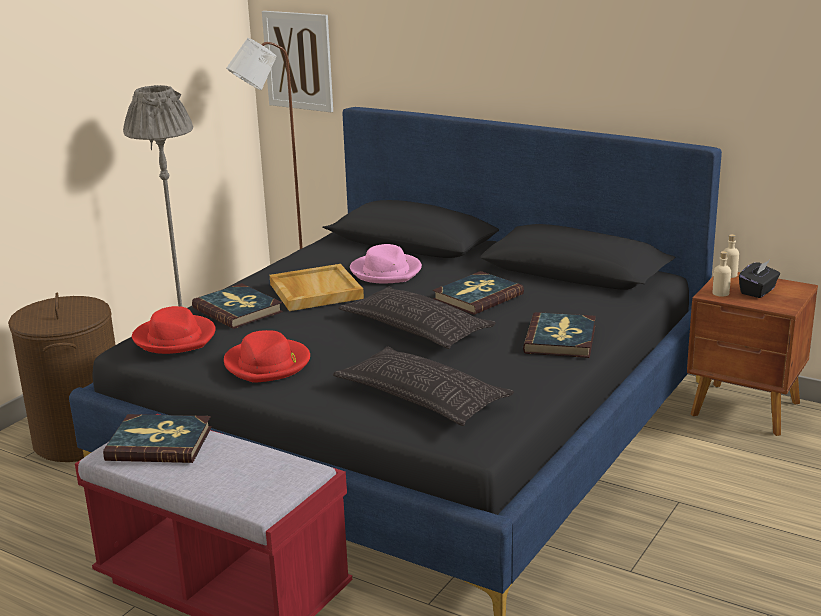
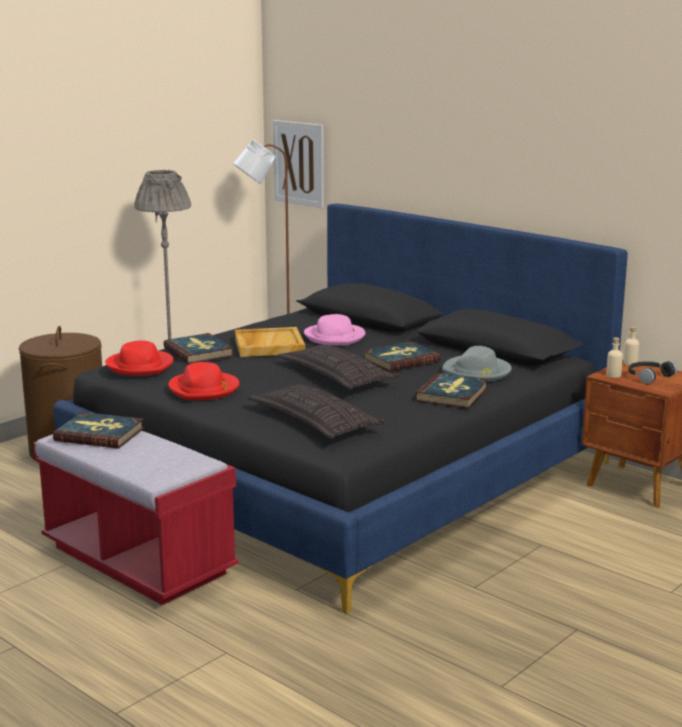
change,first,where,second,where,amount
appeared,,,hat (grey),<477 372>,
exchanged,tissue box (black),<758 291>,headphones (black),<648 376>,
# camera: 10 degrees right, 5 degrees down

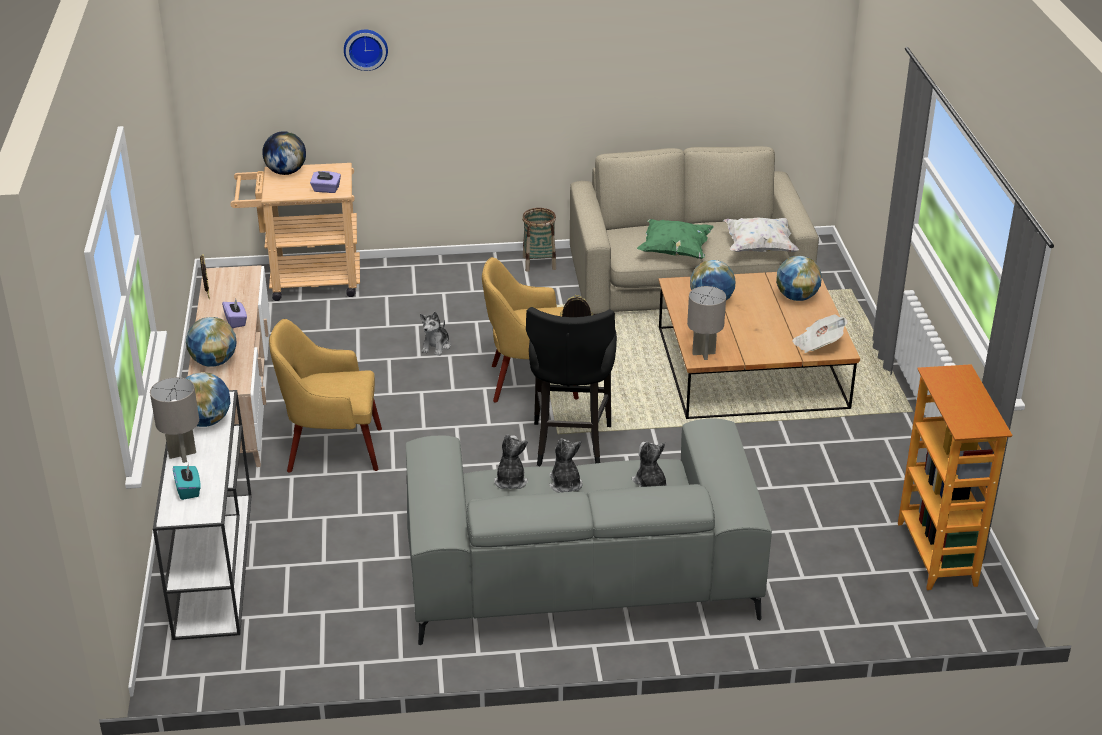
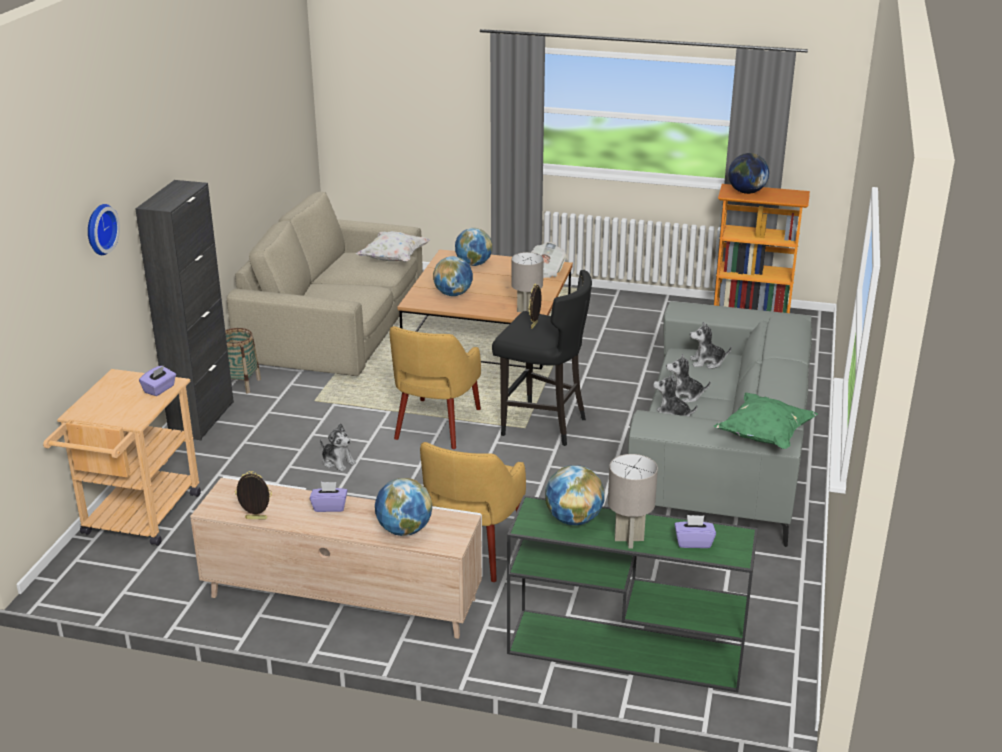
change,first,where,second,where,amount
appeared,,,cabinet (black),<202 418>,
colour,console table (white),<213 562>,console table (green),<623 650>,
colour,tissue box (turquoise),<188 490>,tissue box (purple),<693 542>,
relocated,pillow (green),<674 251>,,<764 436>,
relocated,globe,<286 172>,,<746 192>,
# camera: 70 degrees left, 5 degrees down

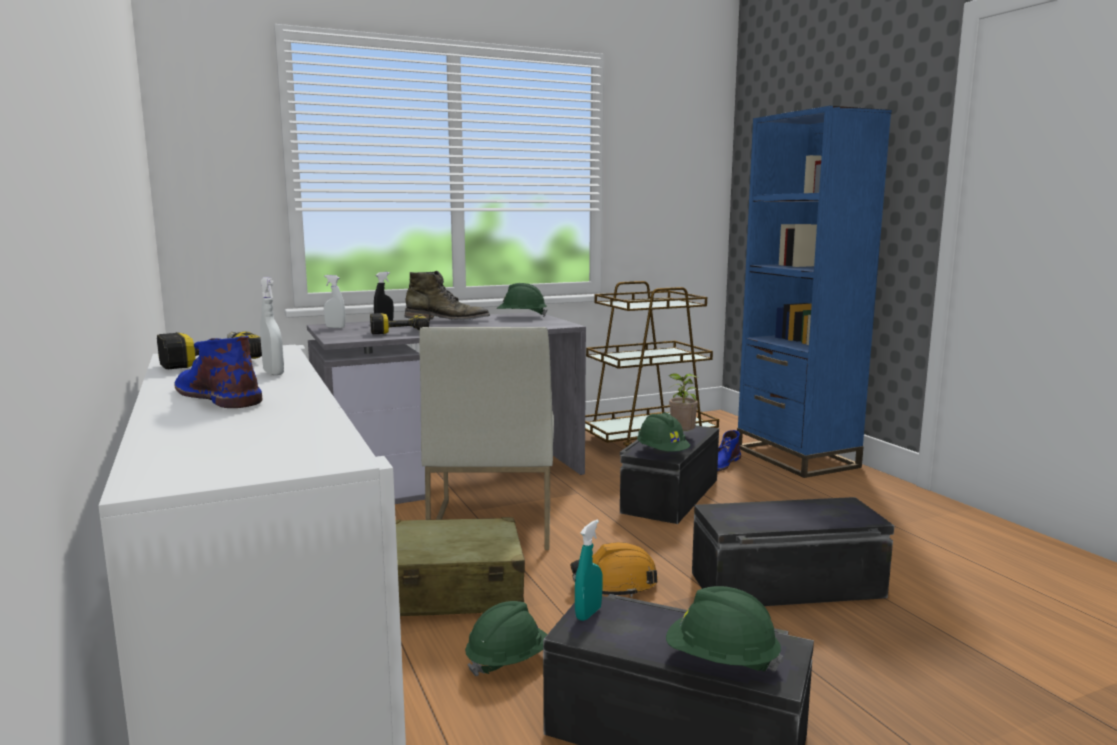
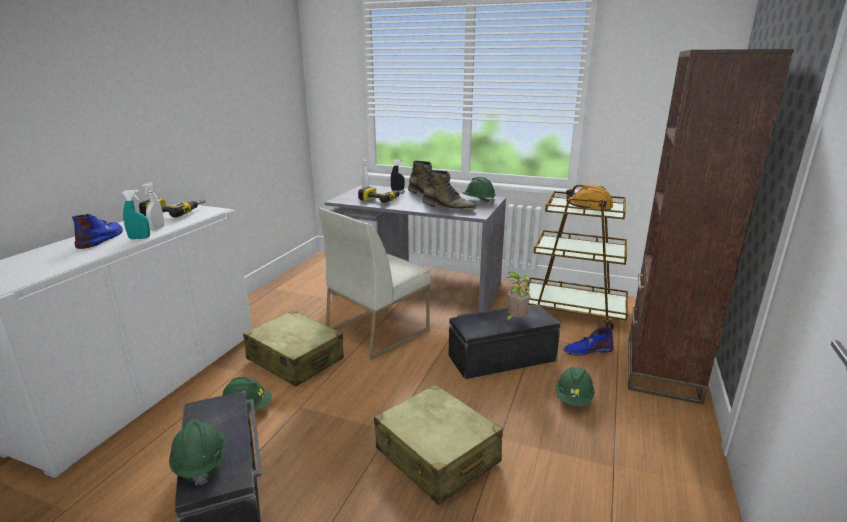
change,first,where,second,where,amount
relocated,spray bottle (turquoise),<588 613>,,<139 238>,
exchanged,storage box (black),<787 586>,suitcase (beige),<437 456>,
appeared,,,boot (green),<448 208>,
relocated,hard hat (green),<662 453>,,<573 398>,
relocated,hard hat (orange),<615 584>,,<588 207>,
colour,bookcase (blue),<796 457>,bookcase (brown),<661 370>,
# camera: 45 degrees right, 10 degrees up

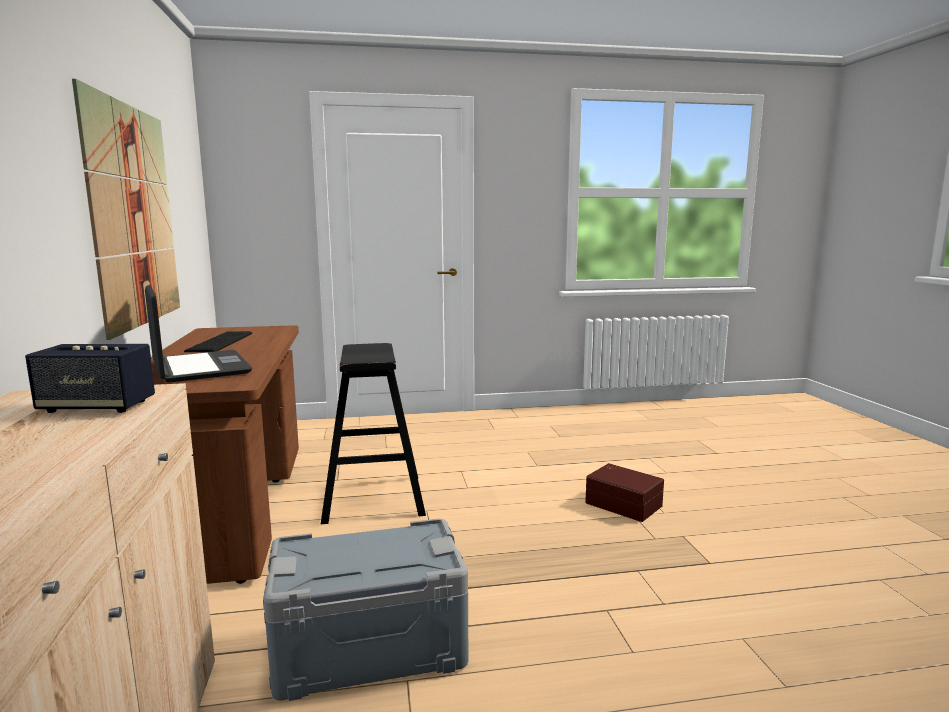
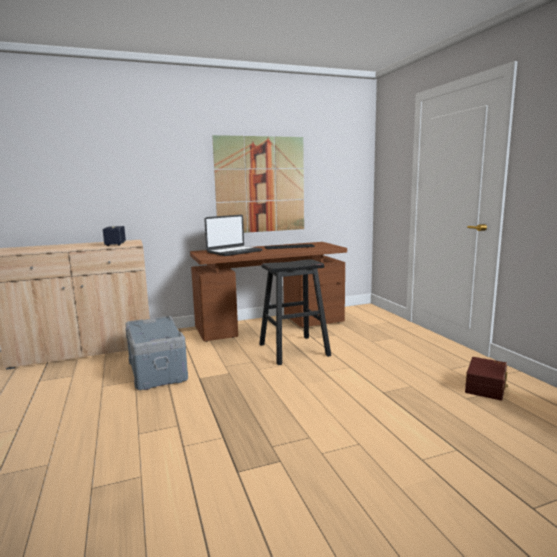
change,first,where,second,where,amount
relocated,storage box (brown),<624 503>,,<487 387>,
# camera: 80 degrees right, 0 degrees up

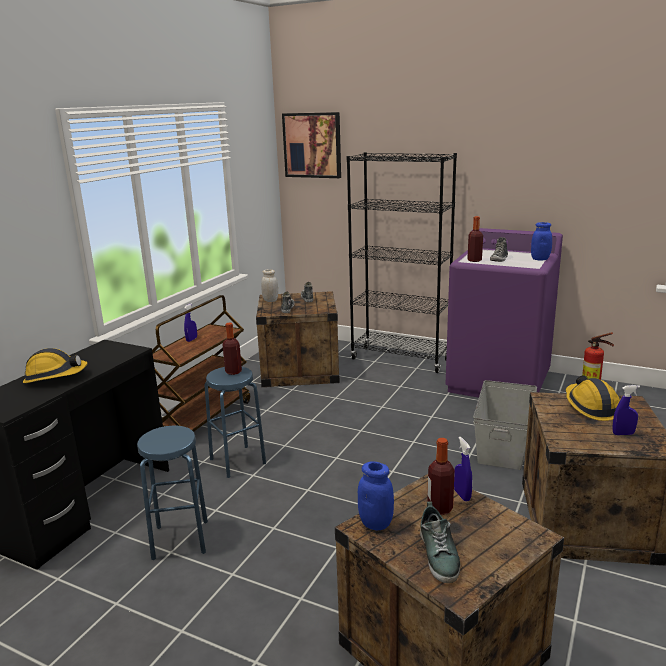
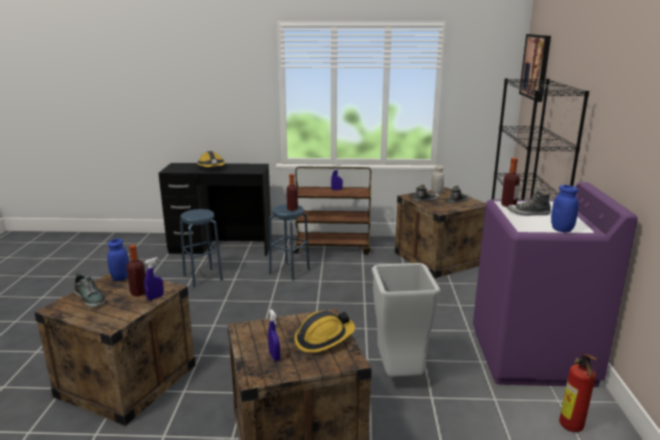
change,first,where,second,where,amount
spun,shoe,<439 554>,,<90 298>,105 degrees counterclockwise
exchanged,storage box (grey),<504 444>,trash can (grey),<399 374>,
# camera: 65 degrees right, 0 degrees up

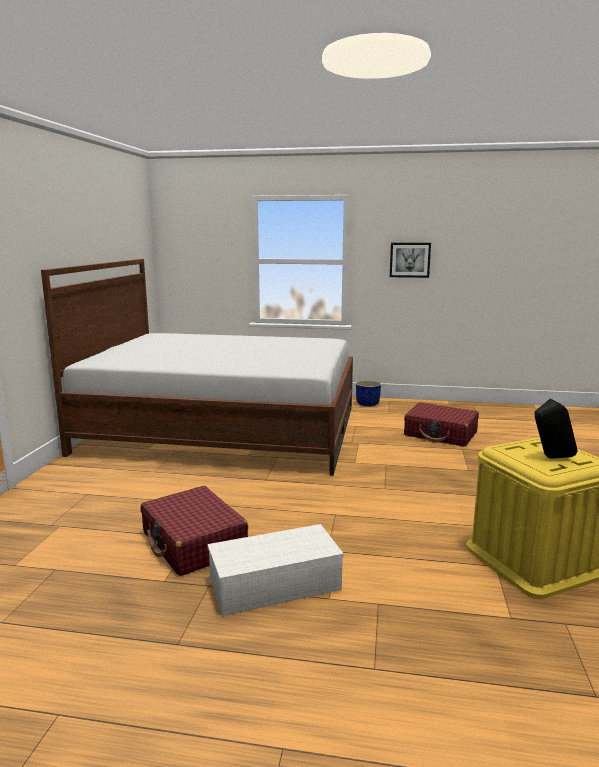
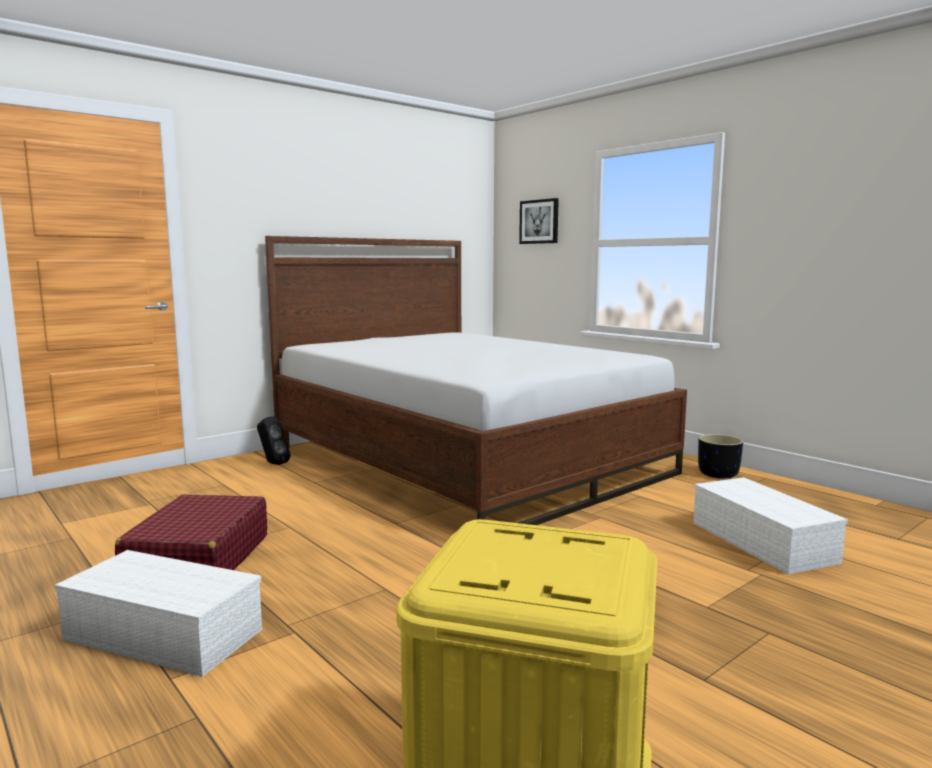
change,first,where,second,where,amount
relocated,speaker (black),<550 458>,,<272 463>,
relocated,picture,<410 260>,,<539 221>,
exchanged,suitcase (red),<440 434>,storage box (white),<765 542>,
colour,planter (blue),<368 404>,planter (black),<719 474>,
# camera: 40 degrees right, 5 degrees down

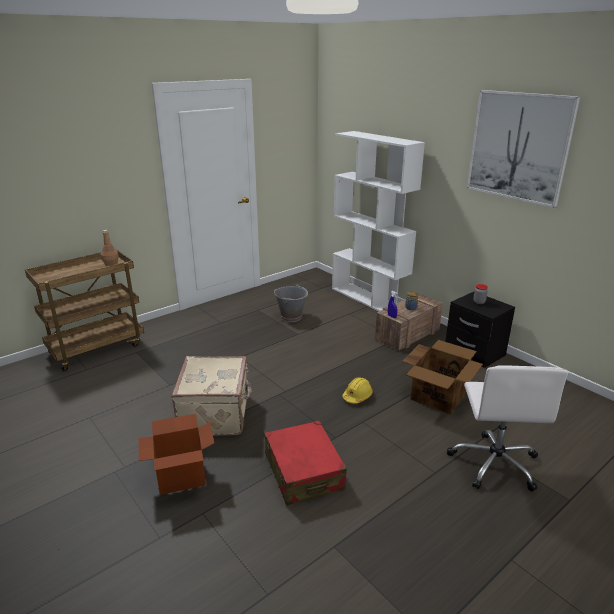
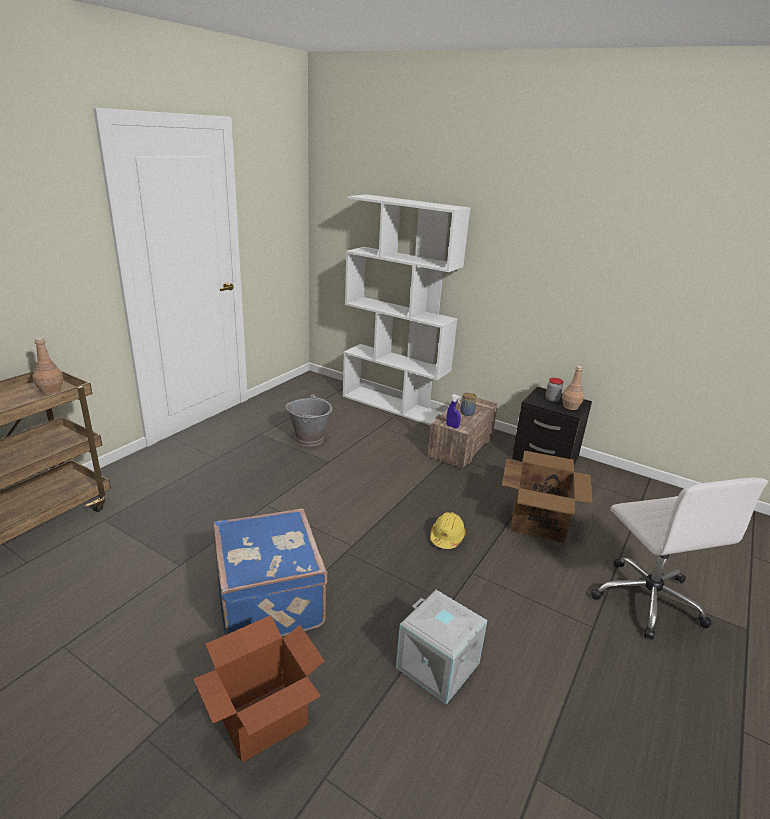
change,first,where,second,where,amount
colour,suitcase (beige),<216 414>,suitcase (blue),<271 599>,
exchanged,suitcase (red),<303 472>,storage box (grey),<436 666>,
appeared,,,bottle (brown),<570 407>,
missing,picture,<518 147>,,,
# camera: 20 degrees left, 0 degrees up

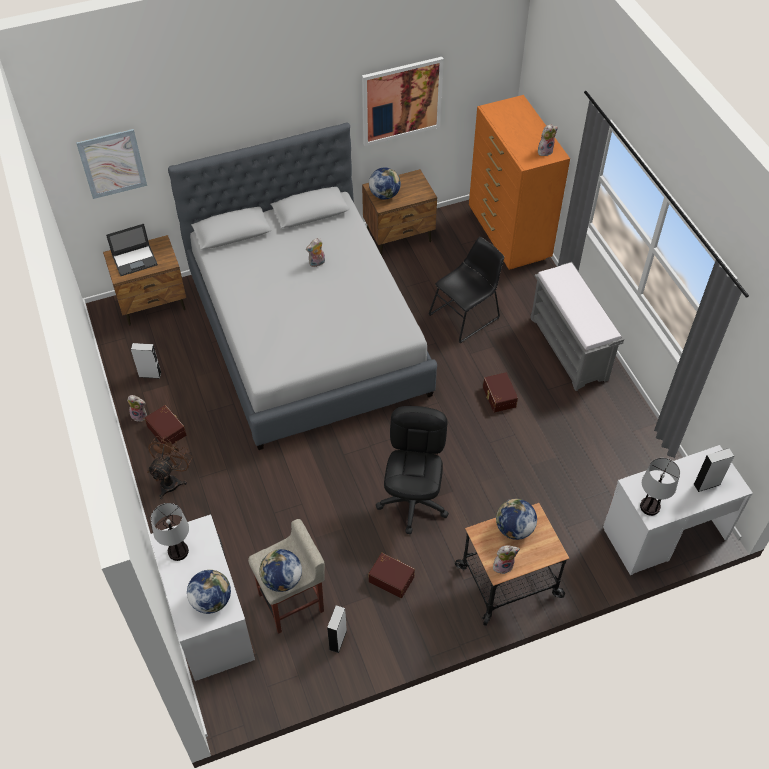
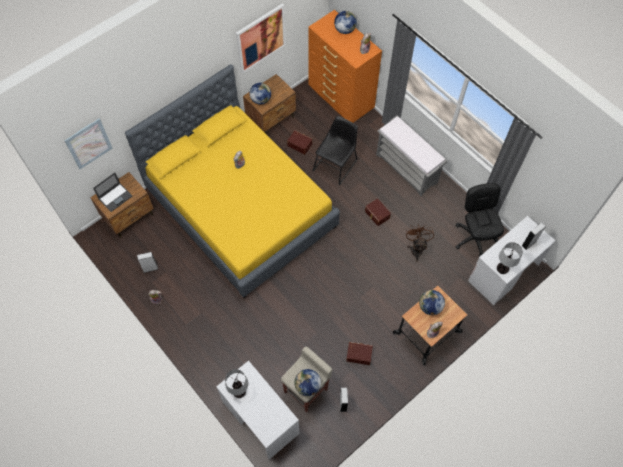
change,first,where,second,where,amount
colour,bed (grey),<308 333>,bed (yellow),<241 207>,
relocated,storage box (brown),<167 430>,,<300 144>,
relocated,globe,<211 600>,,<344 30>,
relocated,fan (brown),<172 480>,,<416 248>,
relocated,office chair (black),<413 502>,,<474 238>,
# camera: 20 degrees left, 10 degrees up

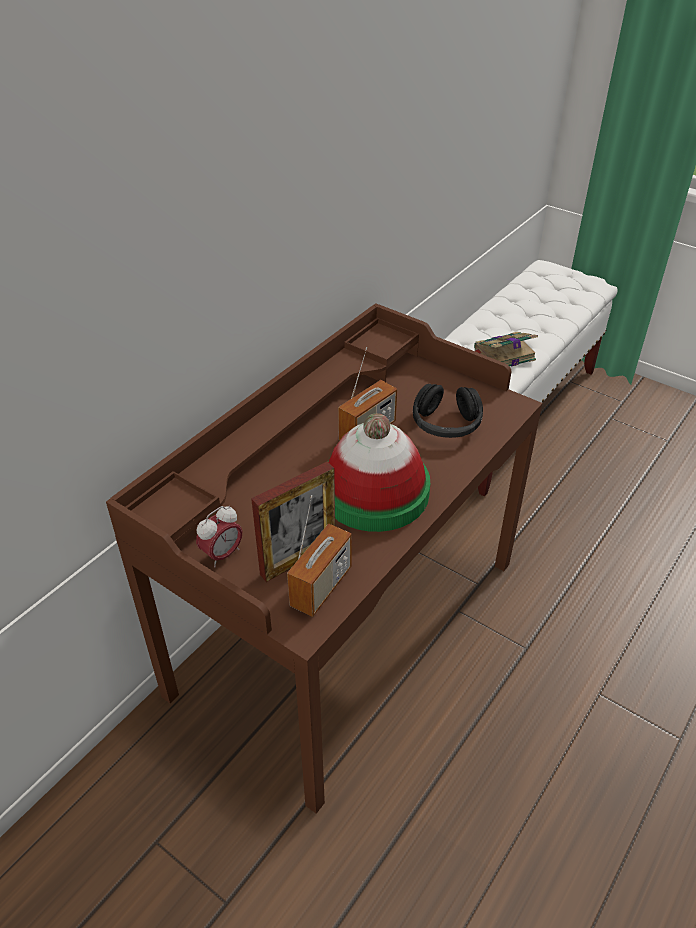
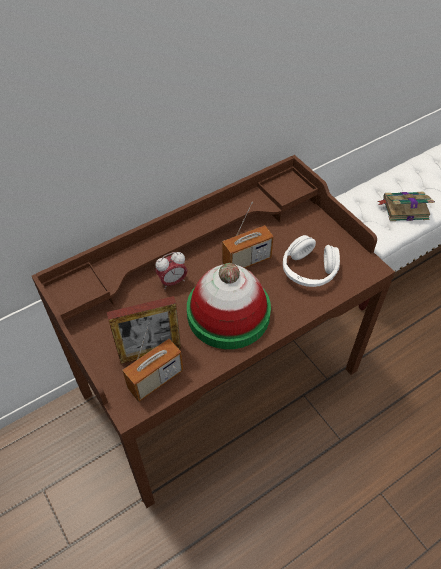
change,first,where,second,where,amount
relocated,alarm clock,<222 554>,,<172 282>,
colour,headphones (black),<446 424>,headphones (white),<309 270>,
# camera: 20 degrees right, 10 degrees up

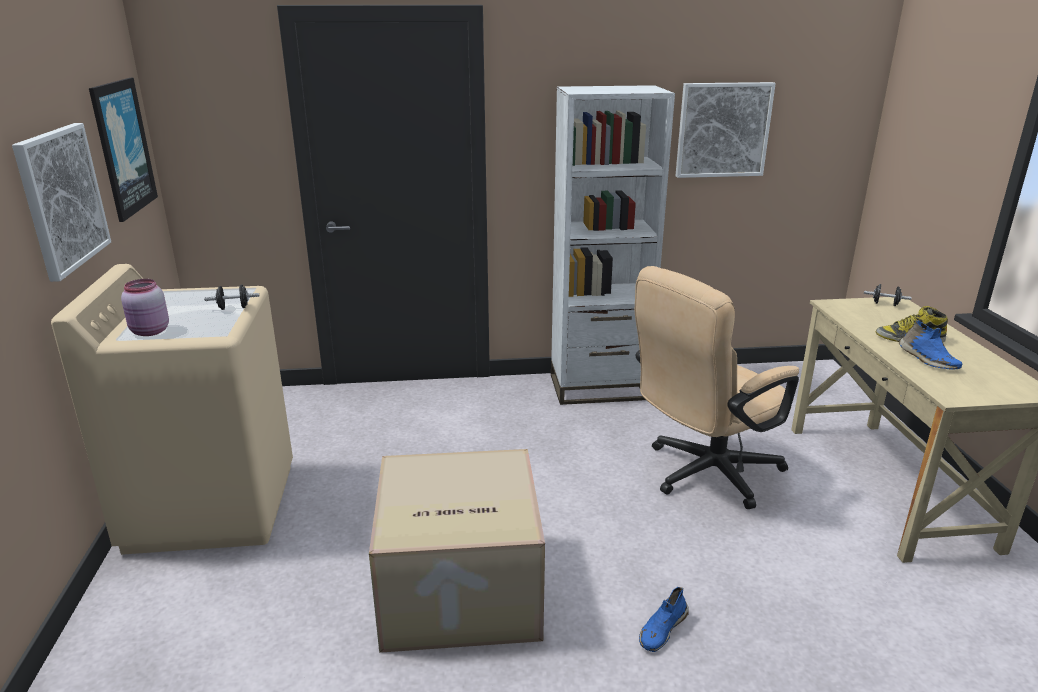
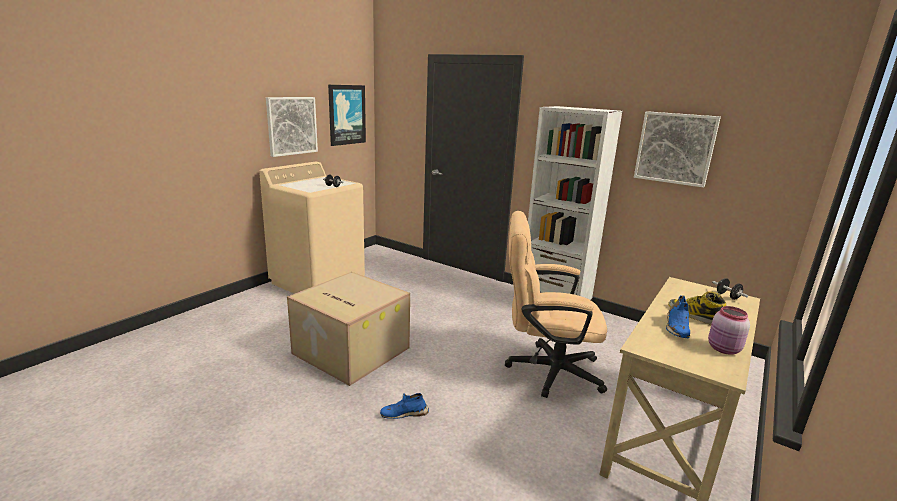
change,first,where,second,where,amount
relocated,jar (pink),<150 332>,,<723 349>,
# camera: 40 degrees right, 5 degrees down

